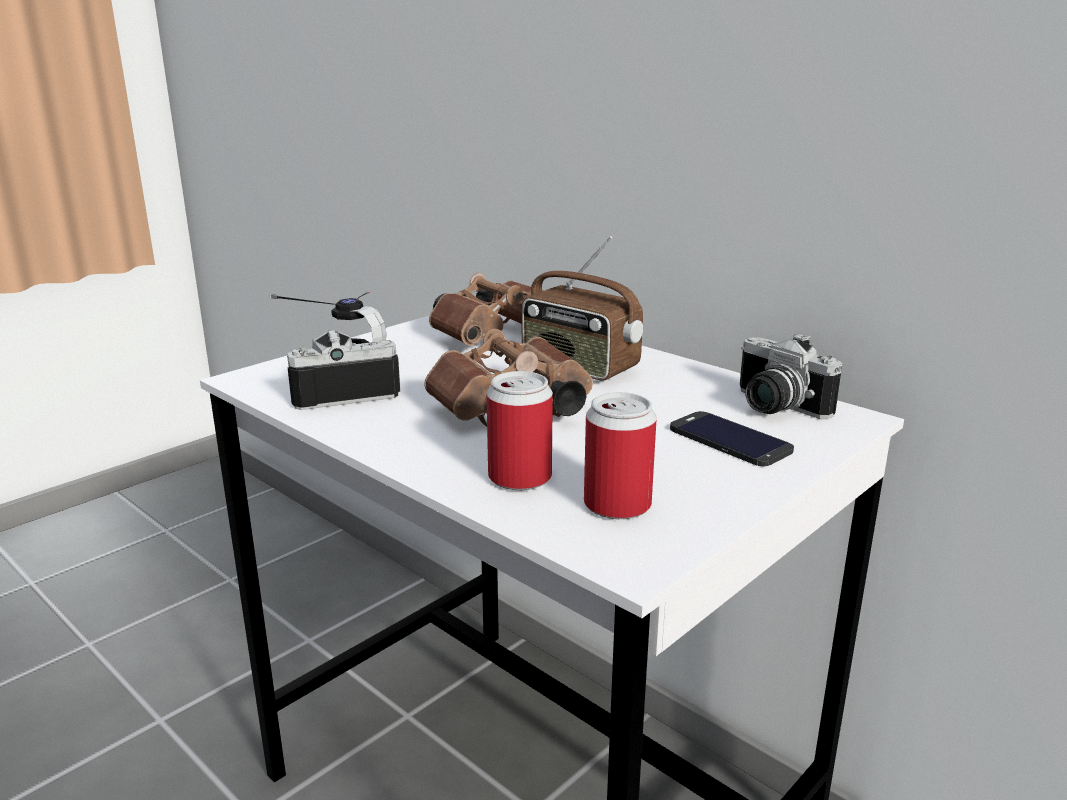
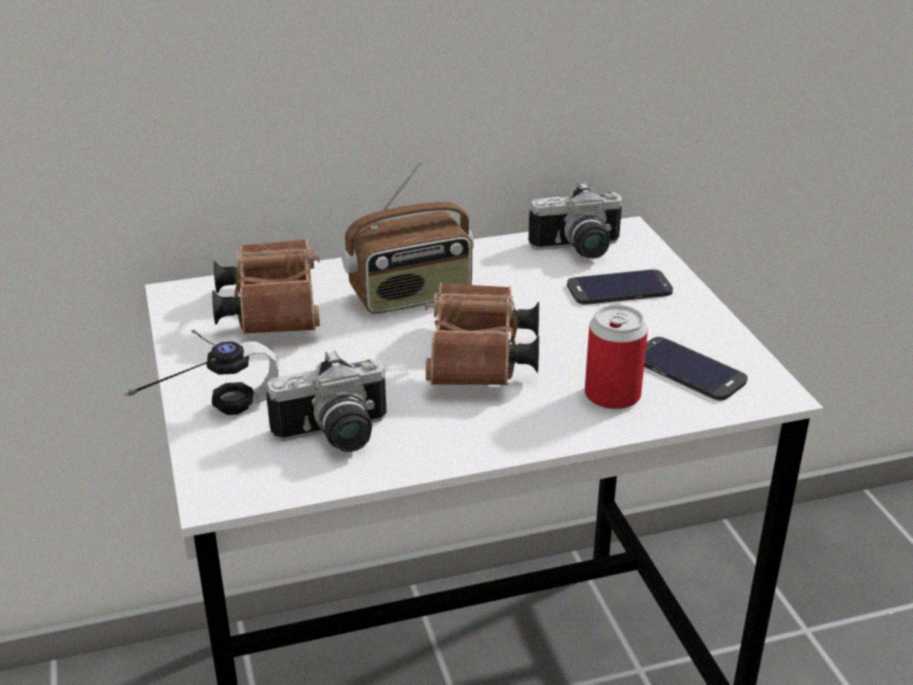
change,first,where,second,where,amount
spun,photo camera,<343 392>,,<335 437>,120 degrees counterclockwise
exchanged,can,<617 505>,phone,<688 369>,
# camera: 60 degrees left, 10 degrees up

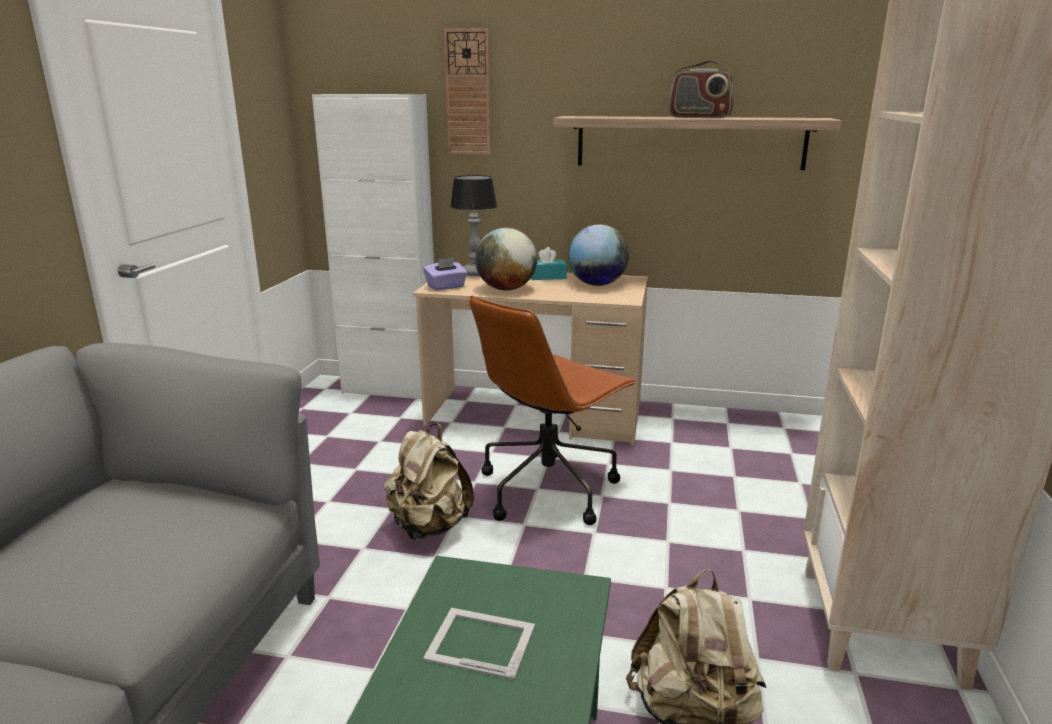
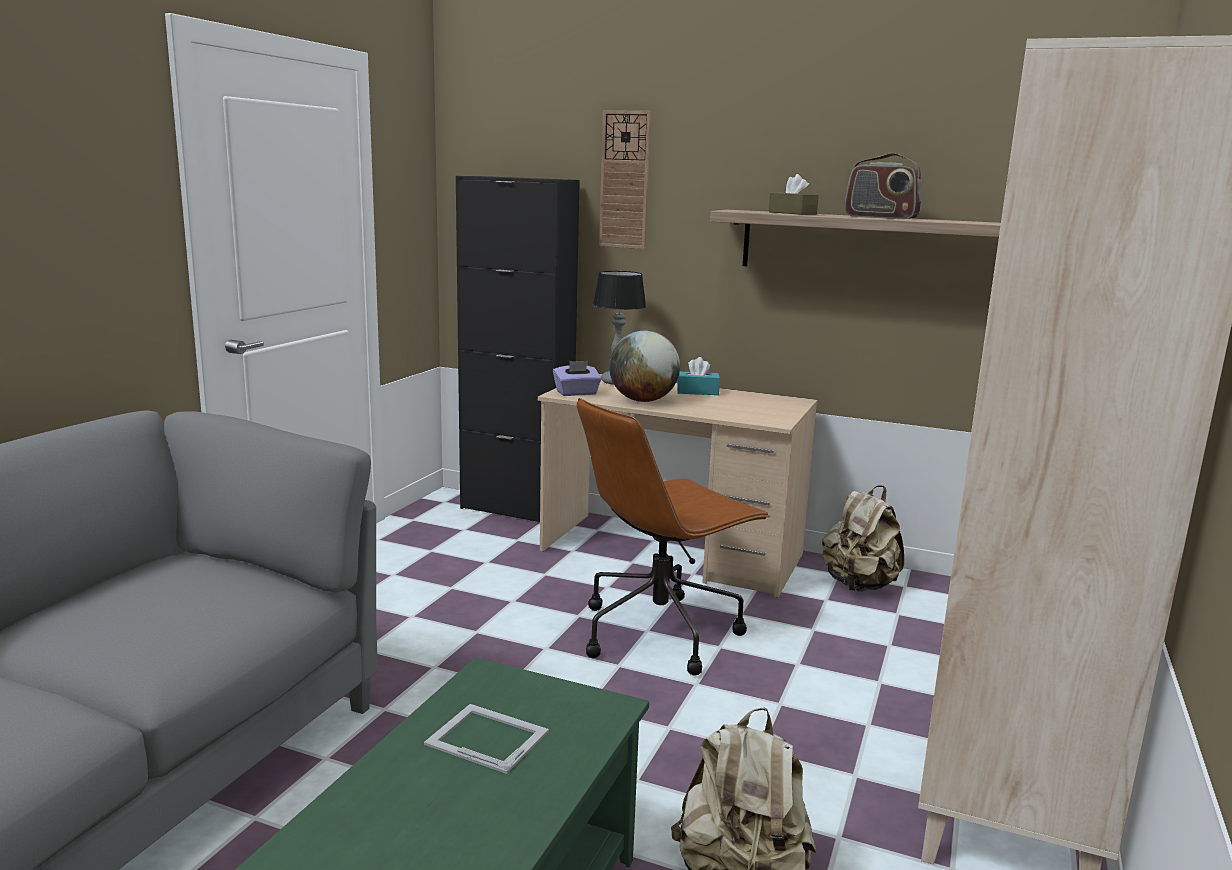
change,first,where,second,where,amount
colour,cabinet (white),<391 389>,cabinet (black),<516 509>,
appeared,,,tissue box (brown),<792 213>,
relocated,backpack (beige),<429 527>,,<859 585>,
missing,globe,<597 284>,,,
# camera: 10 degrees right, 5 degrees down

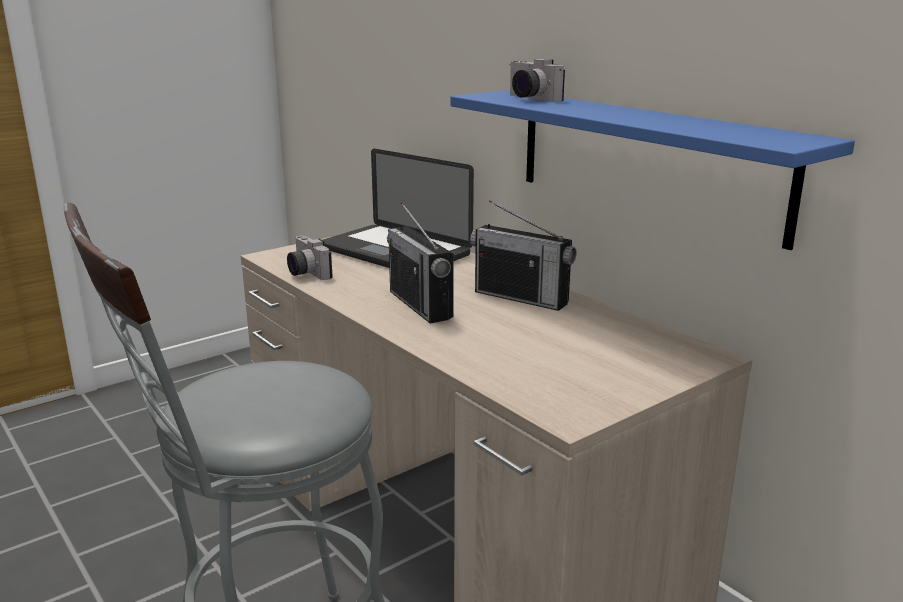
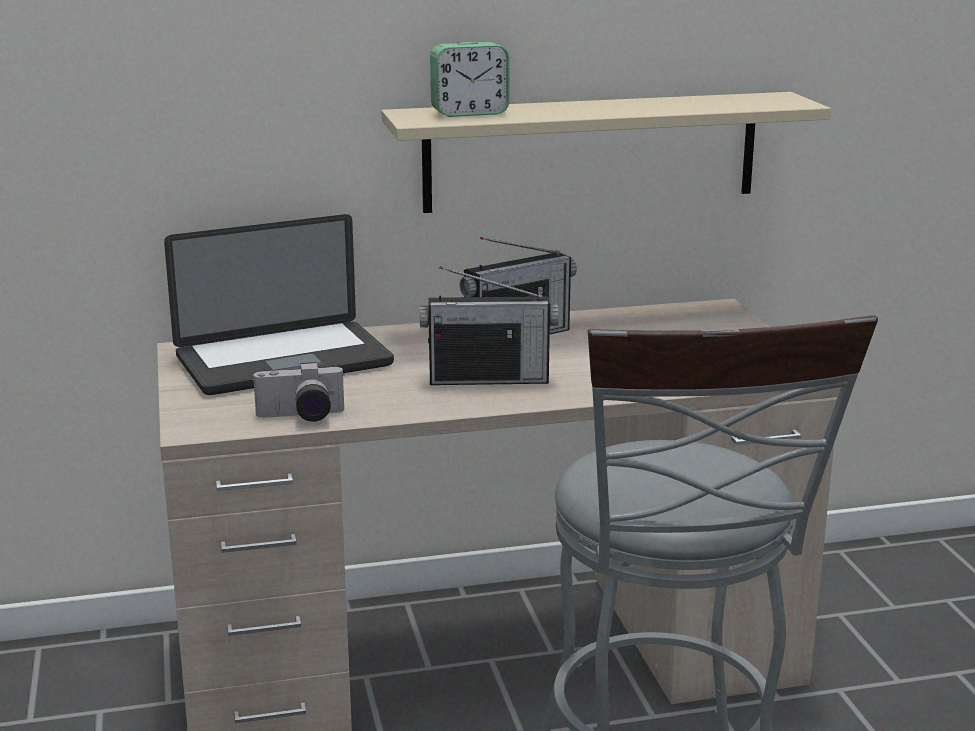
change,first,where,second,where,amount
colour,shelf (blue),<645 161>,shelf (beige),<591 151>,
exchanged,photo camera,<528 98>,alarm clock,<469 113>,
# camera: 65 degrees left, 0 degrees up

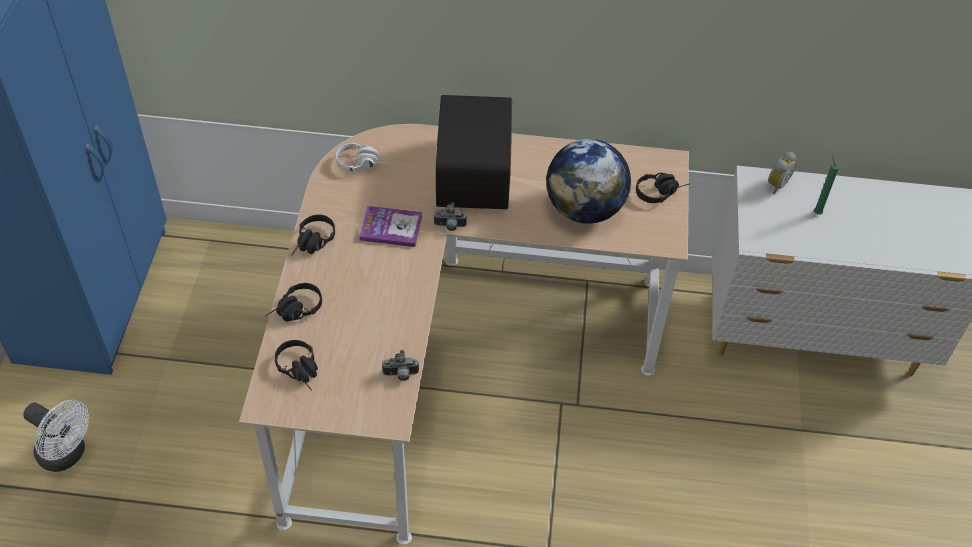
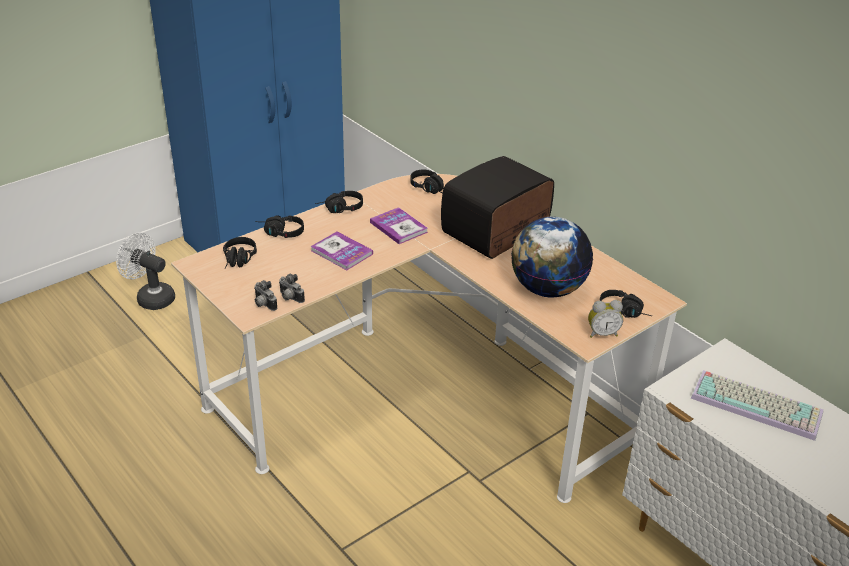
change,first,where,second,where,amount
spun,fan (white),<67 455>,,<151 297>,135 degrees clockwise
relocated,photo camera,<449 226>,,<263 305>,
appeared,,,book,<341 252>,
colour,headphones (white),<363 163>,headphones (black),<430 189>,
relocated,alarm clock,<776 184>,,<602 333>,
exchanged,candle (green),<816 212>,keyboard,<758 405>,
# camera: 45 degrees right, 15 degrees down

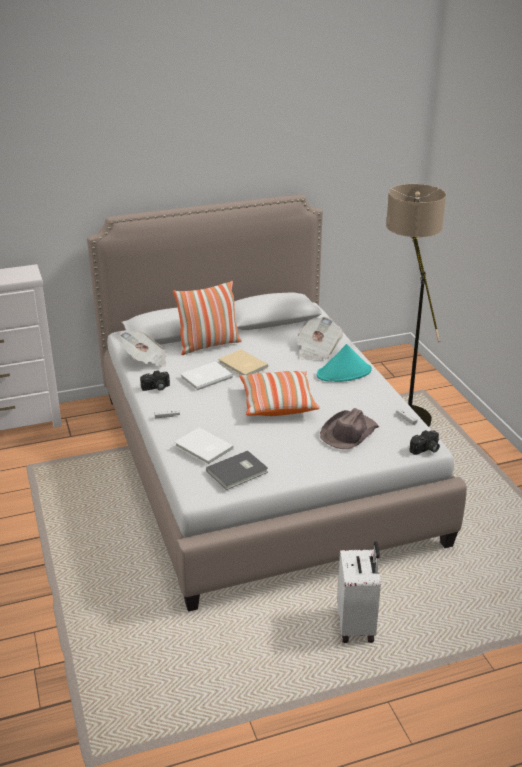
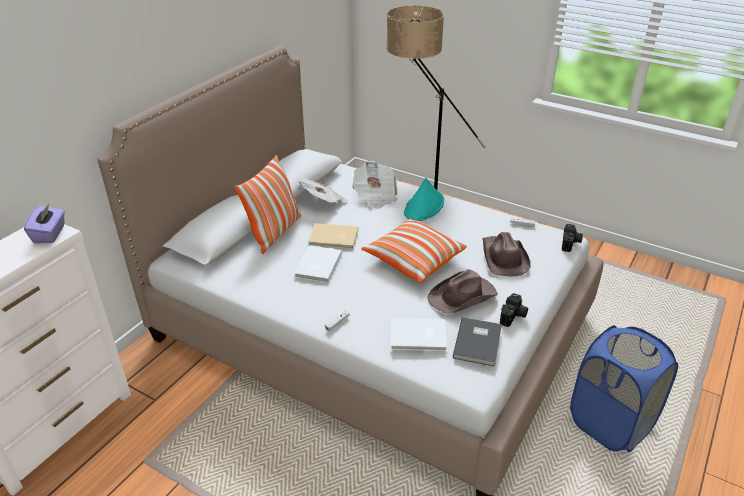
change,first,where,second,where,amount
appeared,,,tissue box (purple),<50 234>,
relocated,newspaper,<145 360>,,<322 202>,
appeared,,,hat (brown),<463 296>,
relocated,photo camera,<156 388>,,<513 317>,
exchanged,suitcase (white),<357 625>,laundry basket (blue),<610 423>,
# camera: 40 degrees left, 5 degrees up

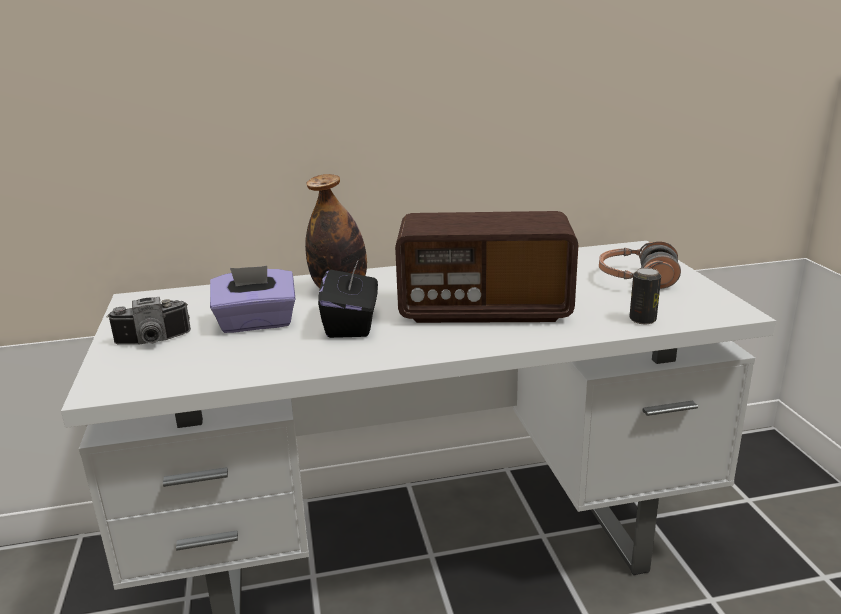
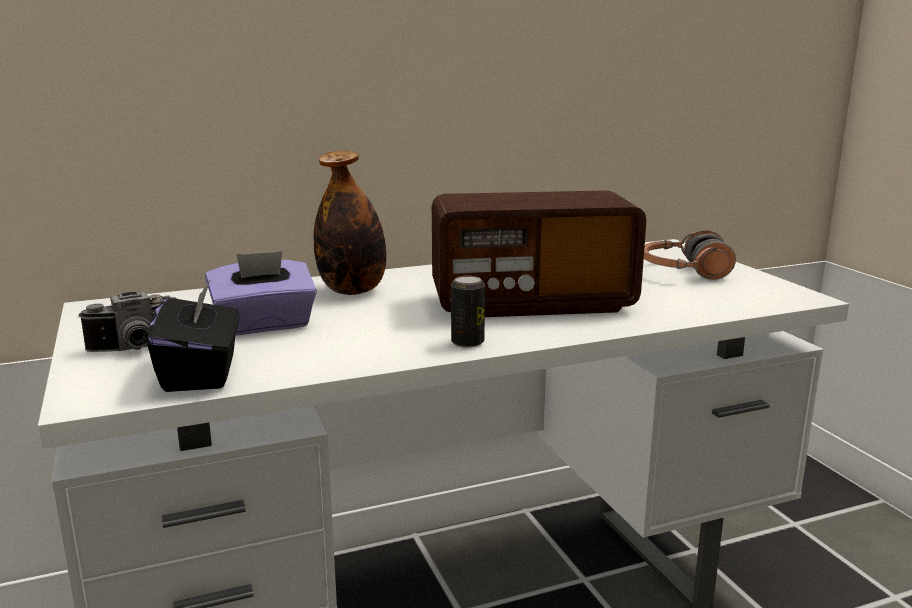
change,first,where,second,where,amount
relocated,tissue box (black),<352 324>,,<201 373>,
relocated,can,<642 320>,,<467 342>,
# camera: 10 degrees left, 5 degrees down

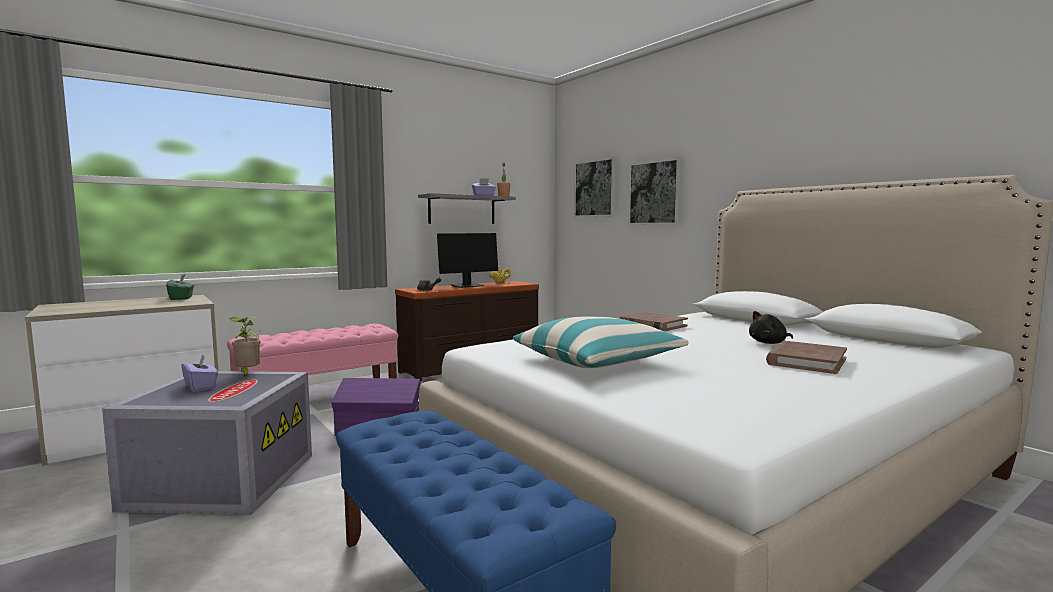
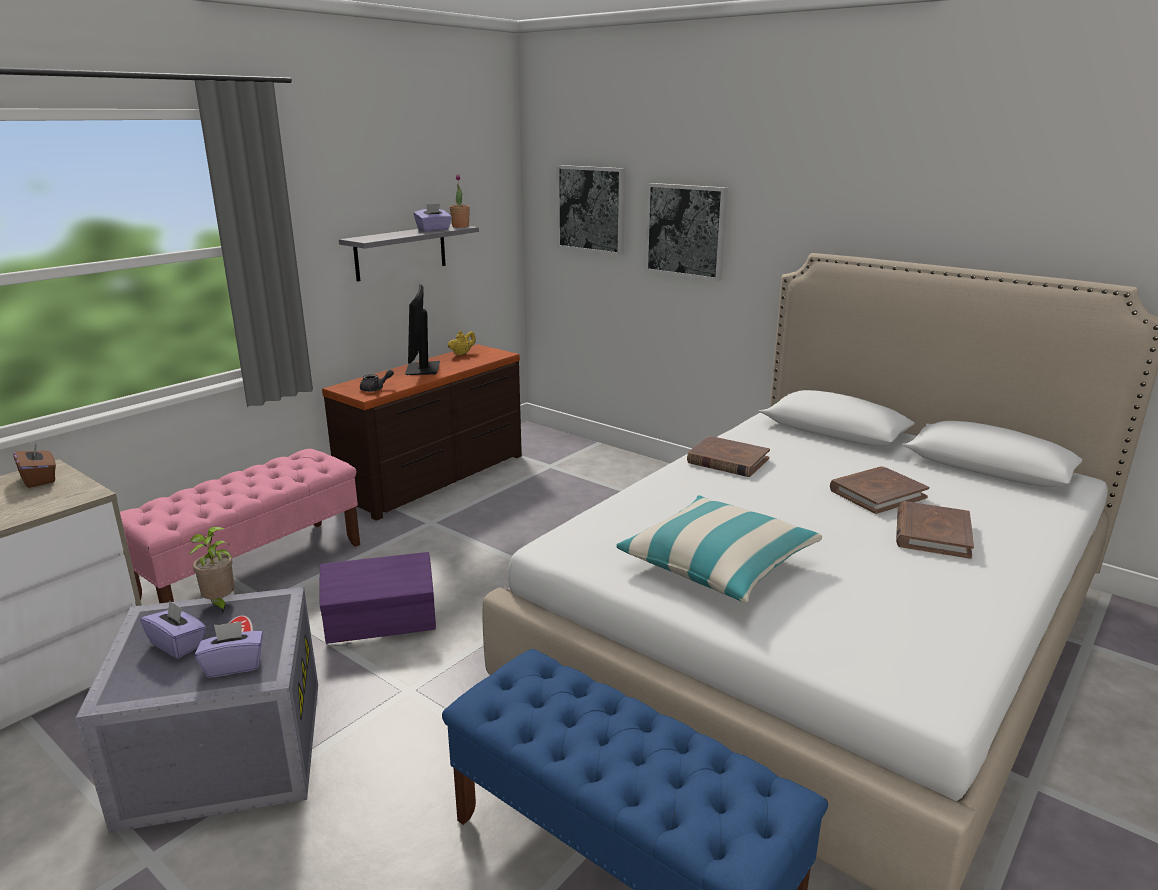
change,first,where,second,where,amount
colour,tissue box (green),<181 298>,tissue box (brown),<39 479>,
appeared,,,tissue box (purple),<234 665>,
spun,monitor,<467 286>,,<422 369>,135 degrees clockwise
exchanged,plush toy (black),<769 343>,book (brown),<877 493>,
# camera: 15 degrees left, 15 degrees up

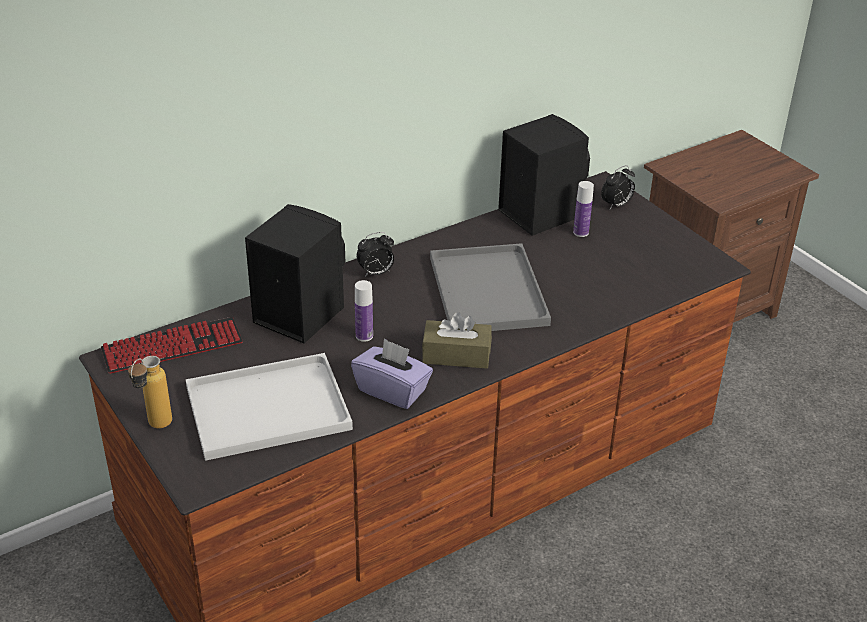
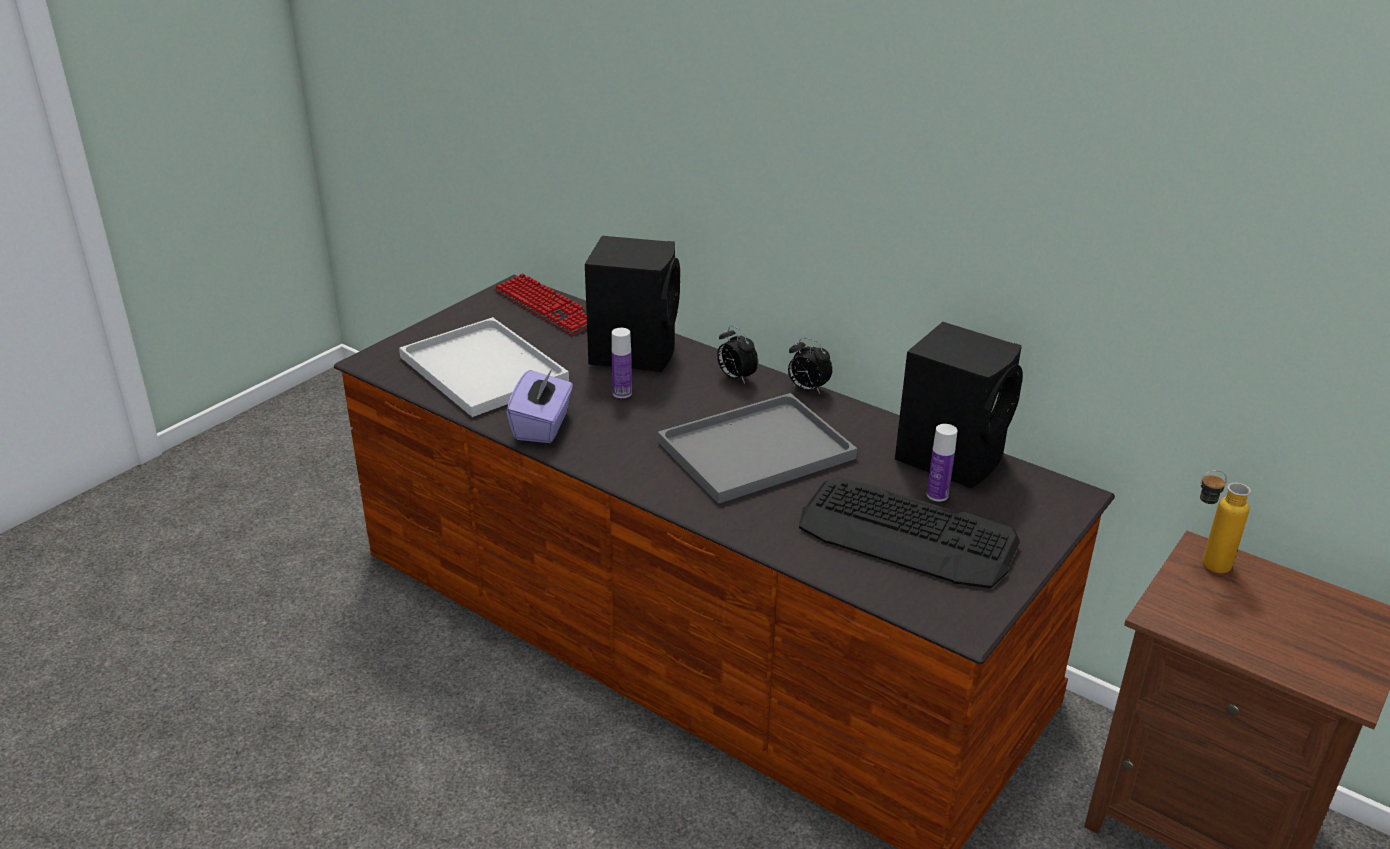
change,first,where,second,where,amount
relocated,alarm clock,<616 205>,,<807 389>,
appeared,,,keyboard,<907 535>,
relocated,bottle,<155 428>,,<1204 565>,
missing,tissue box (brown),<456 355>,,,
# camera: 70 degrees right, 5 degrees down

